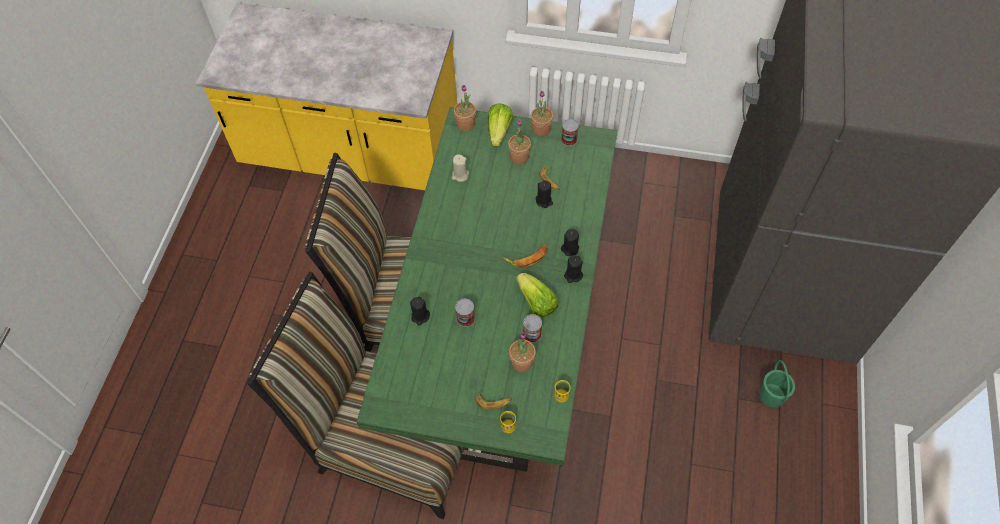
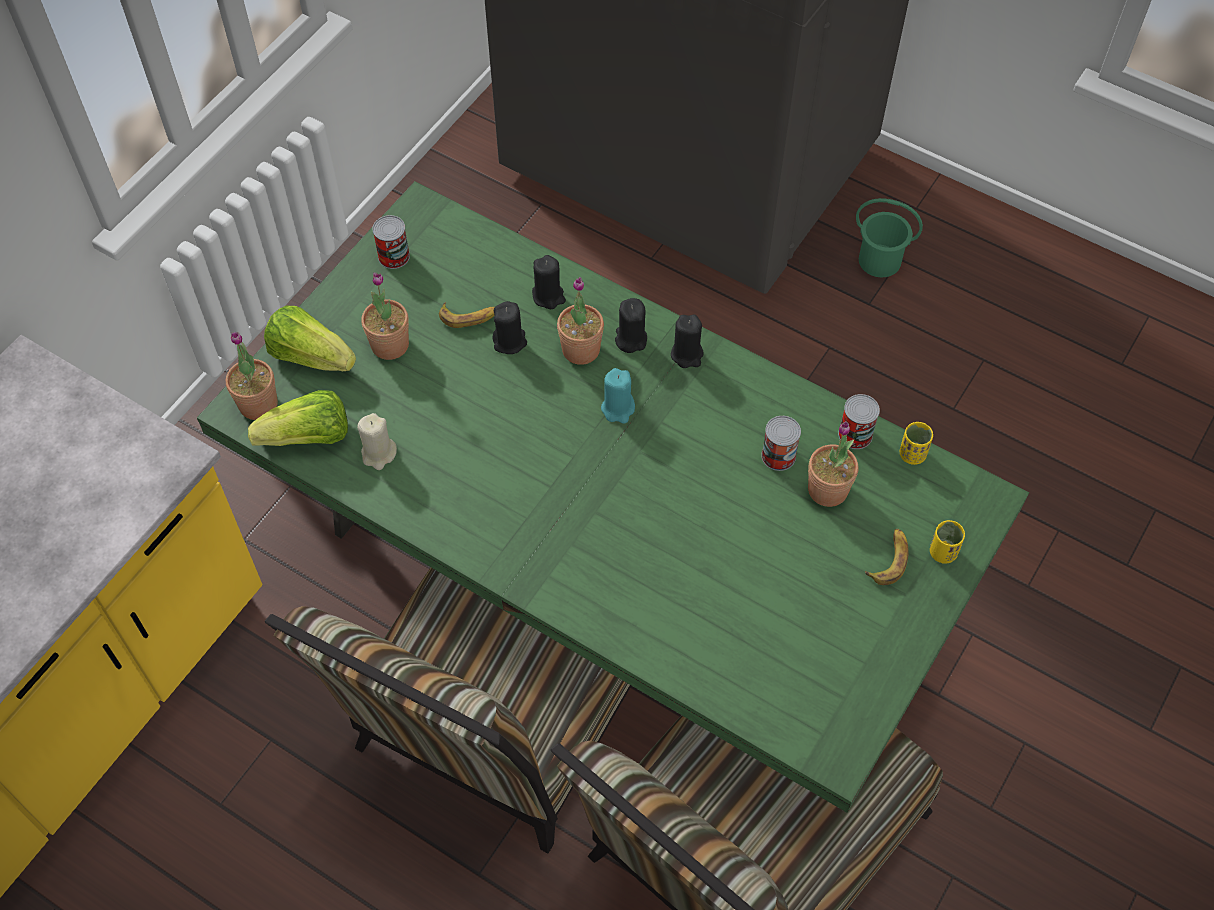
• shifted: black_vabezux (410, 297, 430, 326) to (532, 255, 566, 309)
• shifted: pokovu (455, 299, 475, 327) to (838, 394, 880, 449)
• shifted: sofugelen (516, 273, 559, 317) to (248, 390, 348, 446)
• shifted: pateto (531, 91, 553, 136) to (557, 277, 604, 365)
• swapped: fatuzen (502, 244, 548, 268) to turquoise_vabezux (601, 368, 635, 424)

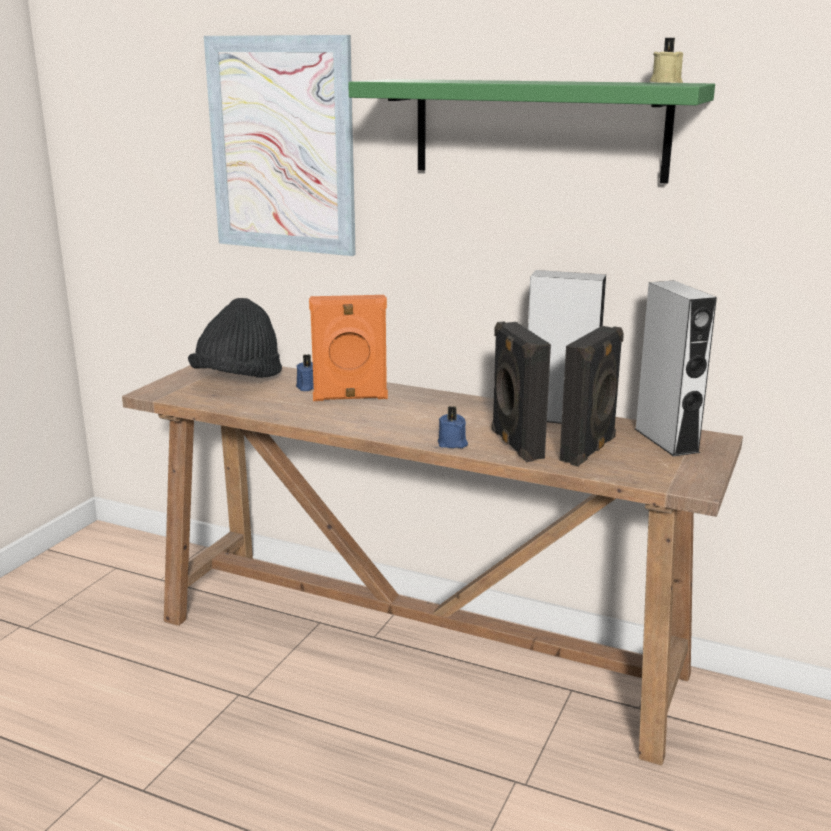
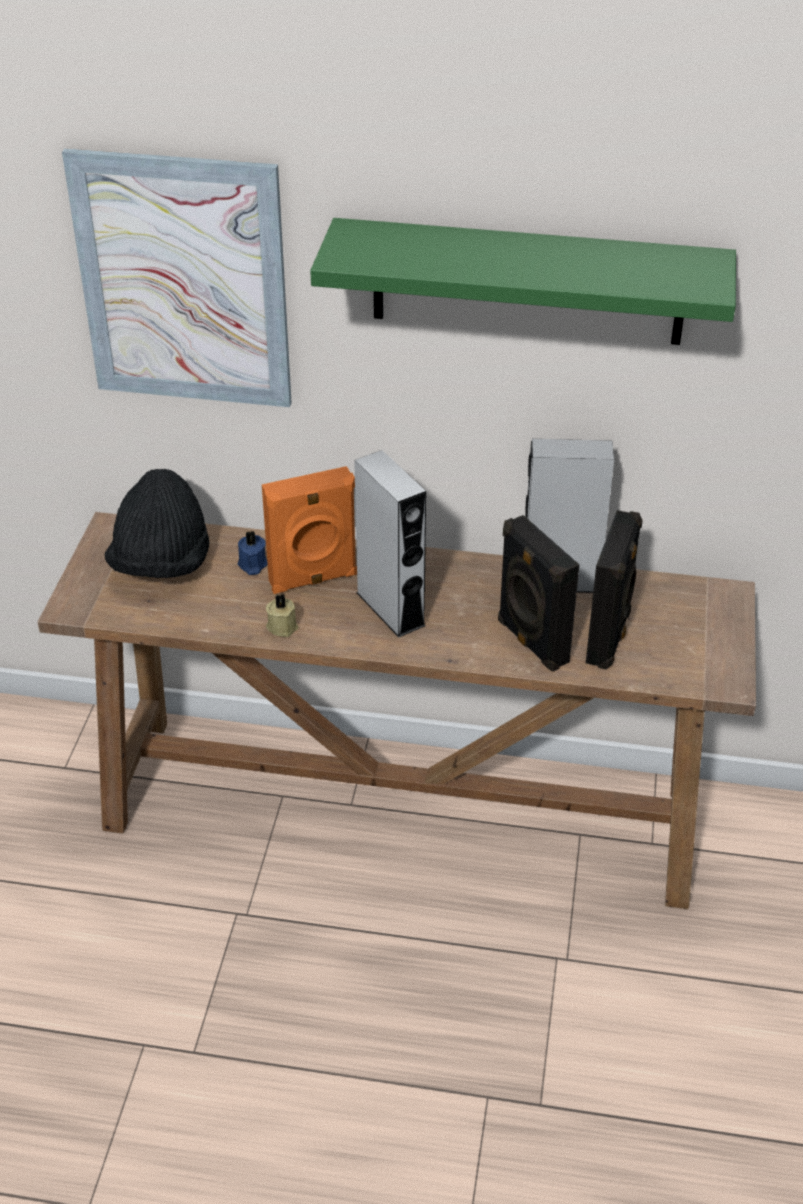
• gone: blue_vabezux (438, 406, 468, 448)
• shifted: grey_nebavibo (635, 280, 717, 457) to (354, 450, 426, 638)
• shifted: beige_vabezux (650, 38, 683, 83) to (266, 594, 298, 637)

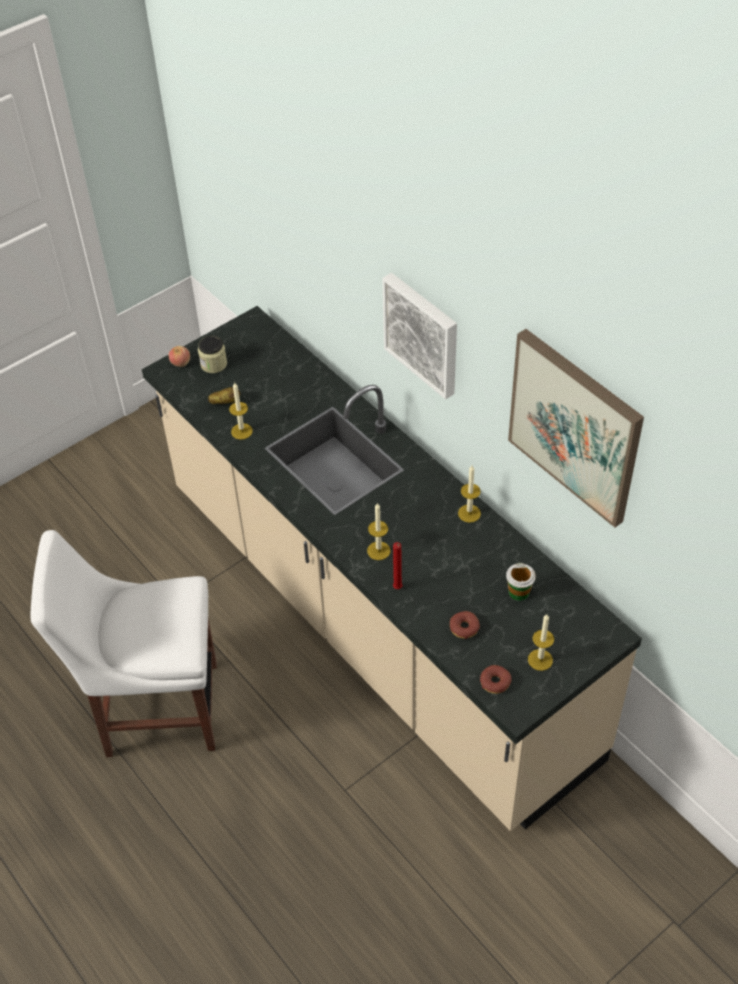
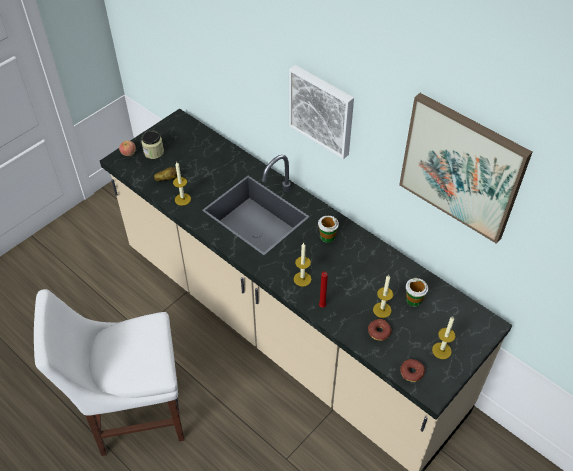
• new: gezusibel (318, 216, 339, 242)
• shifted: vabezux (458, 465, 481, 523) to (373, 275, 393, 318)

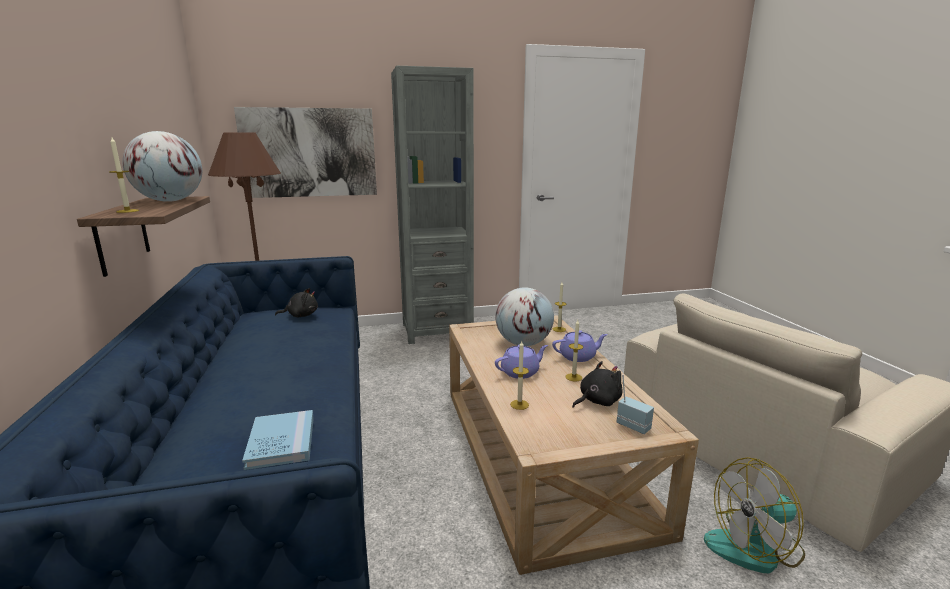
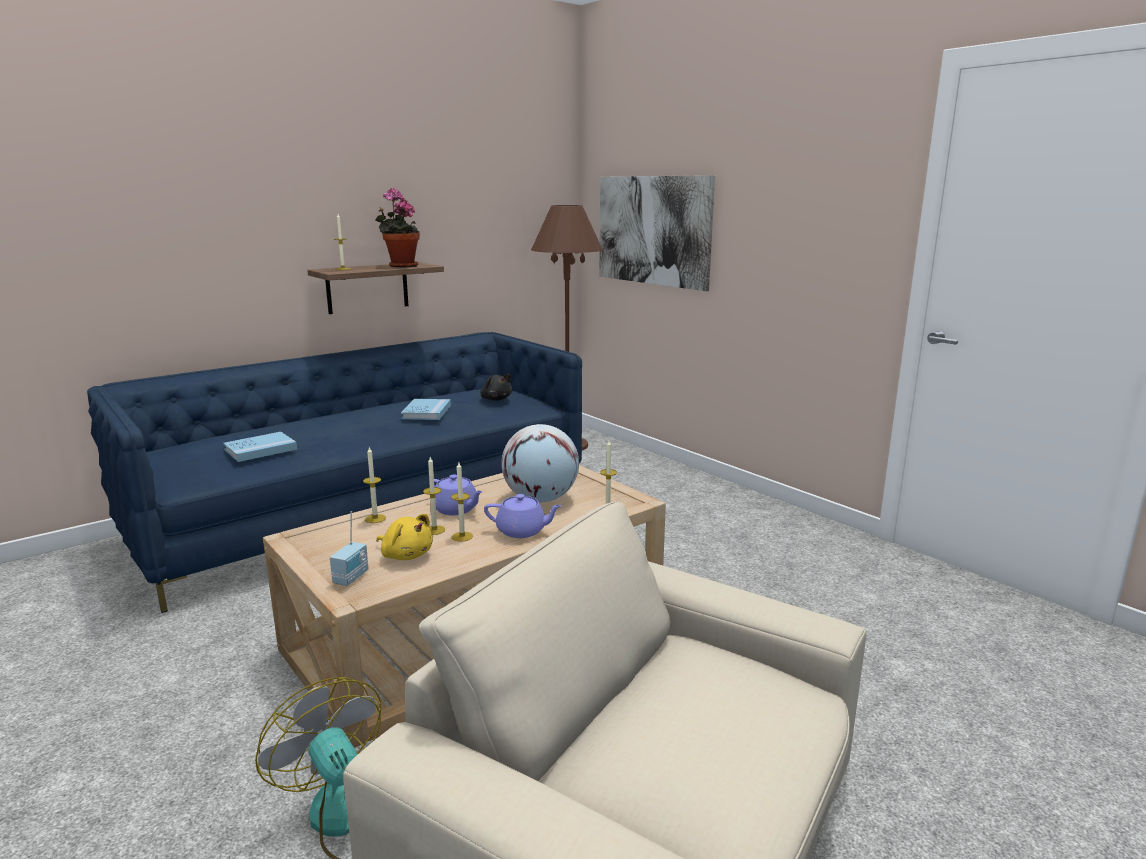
• gone: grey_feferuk (391, 66, 474, 344)
• new: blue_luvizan (401, 399, 451, 420)
• new: vabezux (423, 457, 445, 535)
• swapped: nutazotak (122, 131, 202, 202) to pateto (376, 188, 420, 267)
• repainted: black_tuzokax (572, 361, 622, 408) to yellow_tuzokax (376, 513, 433, 560)
• rotated: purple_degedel (552, 330, 608, 362) = (484, 494, 563, 538) 45 degrees counterclockwise

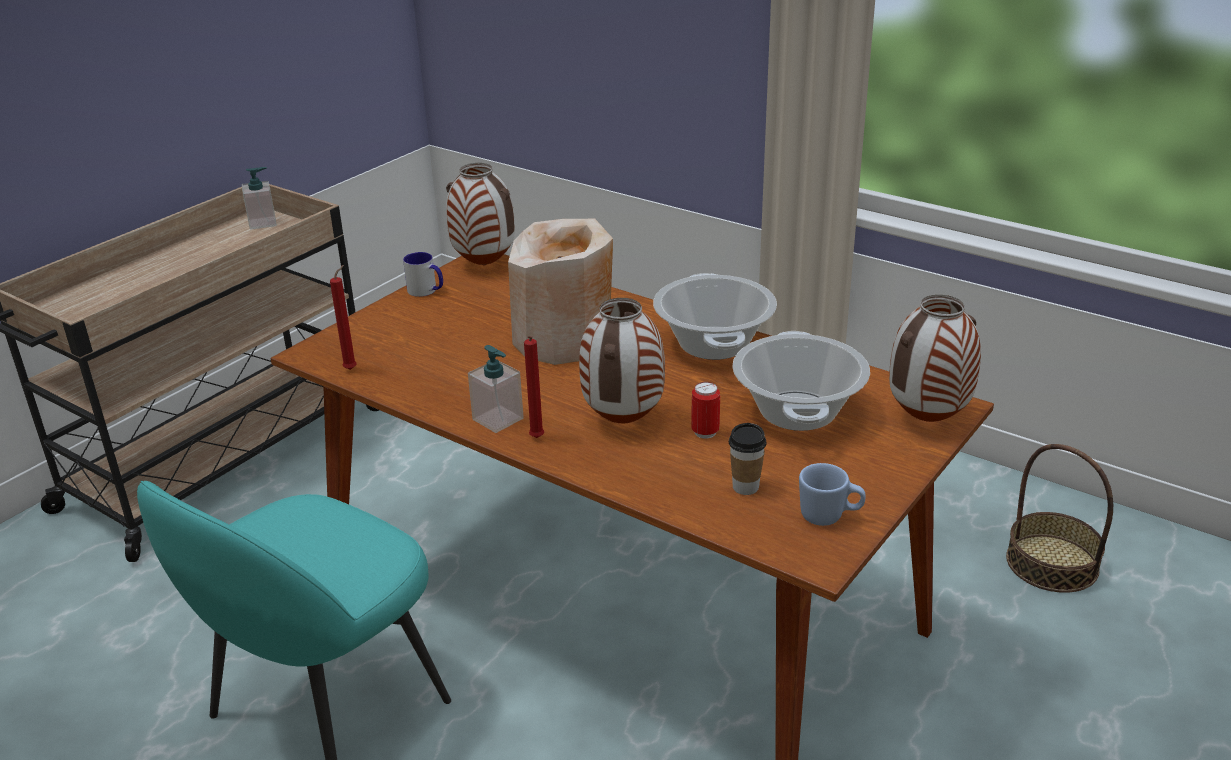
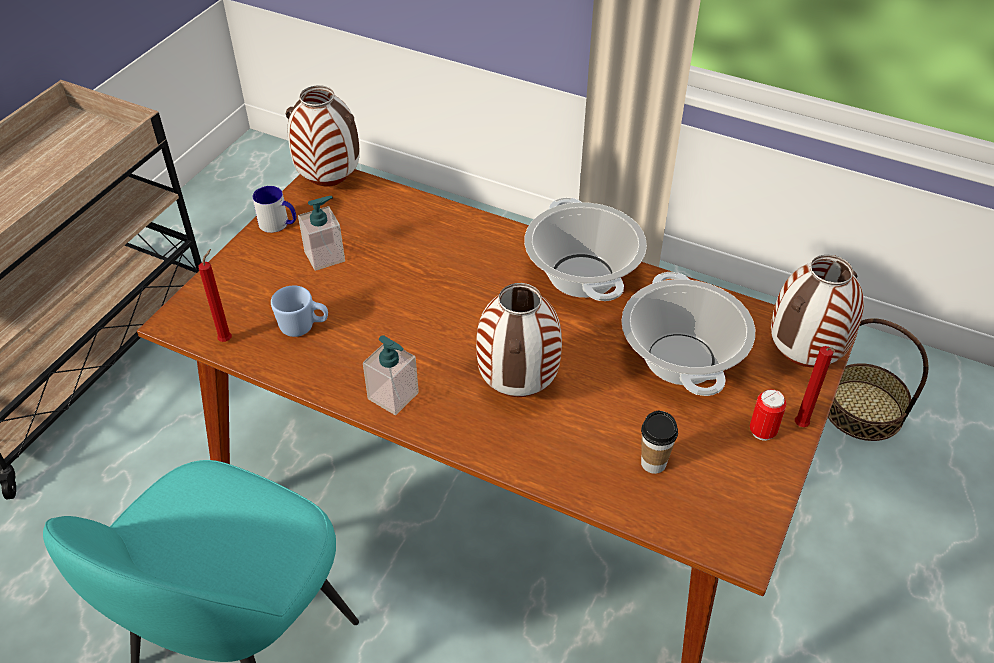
• gone: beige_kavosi (508, 219, 613, 365)
• shifted: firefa (242, 167, 277, 230) to (298, 196, 345, 271)
• shifted: red_vabezux (524, 336, 544, 438) to (795, 346, 835, 427)
• shifted: pokovu (691, 382, 720, 439) to (750, 389, 786, 441)
• shifted: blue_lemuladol (799, 463, 866, 526) to (271, 285, 328, 337)

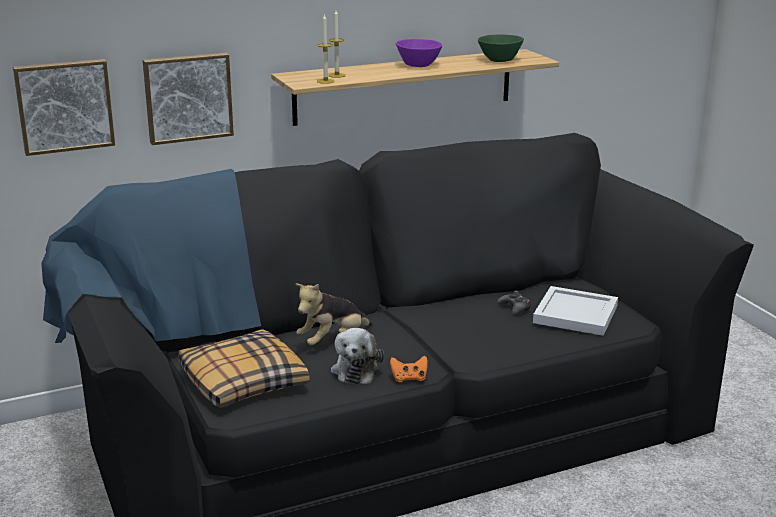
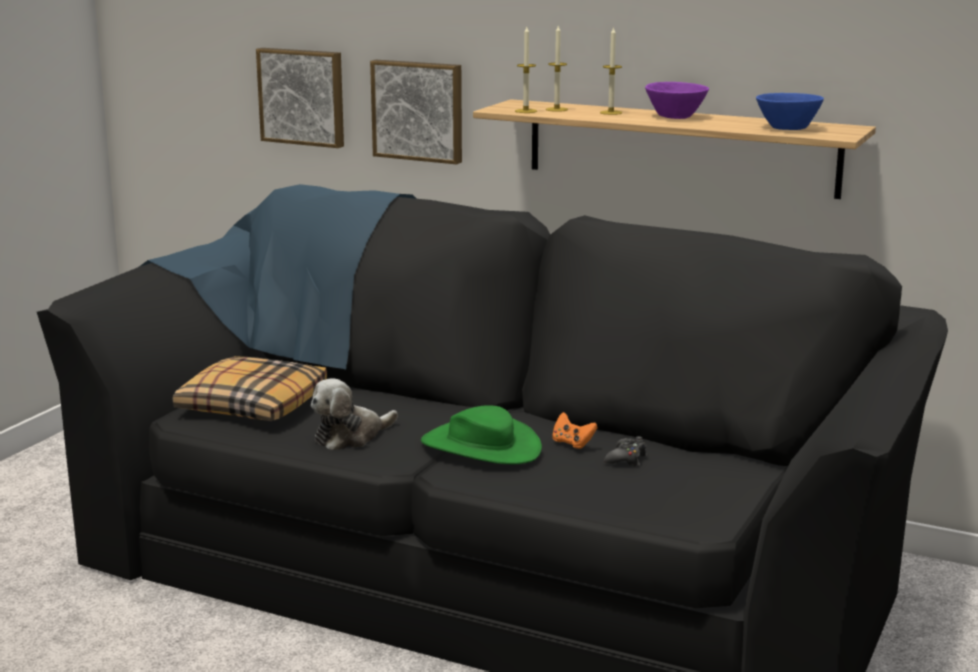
• gone: tuzokax (296, 284, 372, 345)
• gone: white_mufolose (533, 286, 618, 336)
• new: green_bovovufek (421, 405, 542, 464)
• new: vabezux (600, 26, 622, 115)
• shifted: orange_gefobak (390, 356, 428, 382) to (552, 412, 597, 449)
• repainted: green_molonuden (478, 35, 524, 62) to blue_molonuden (756, 93, 824, 130)

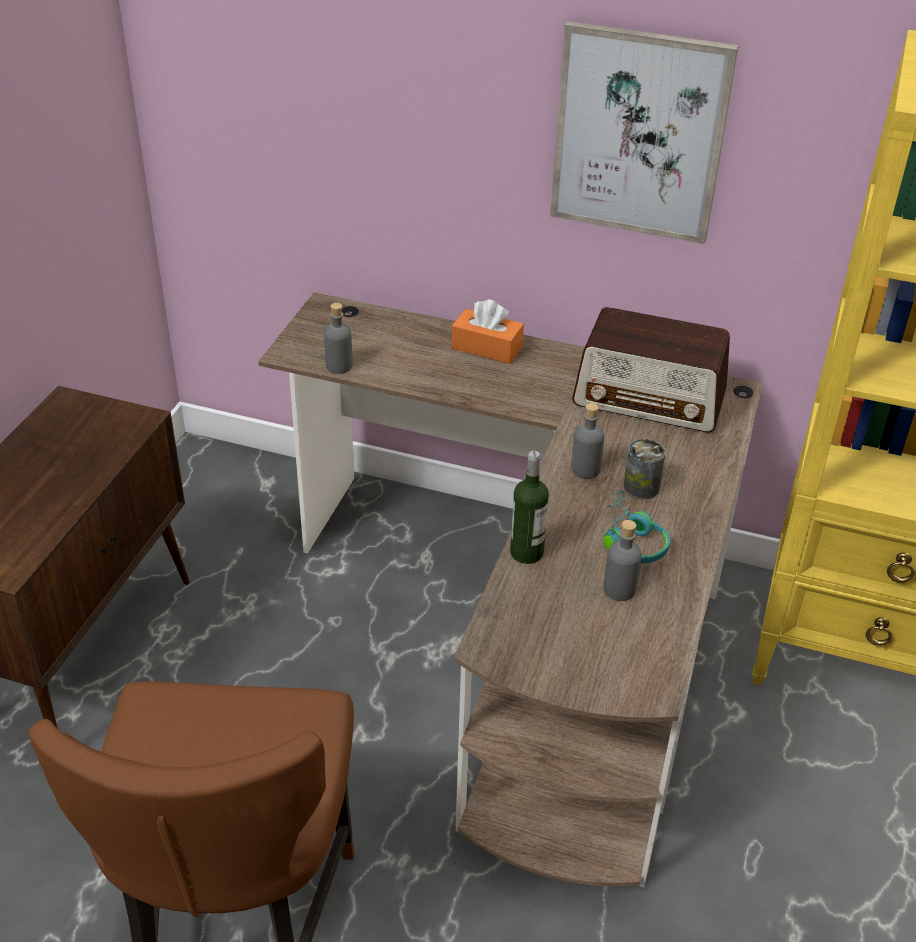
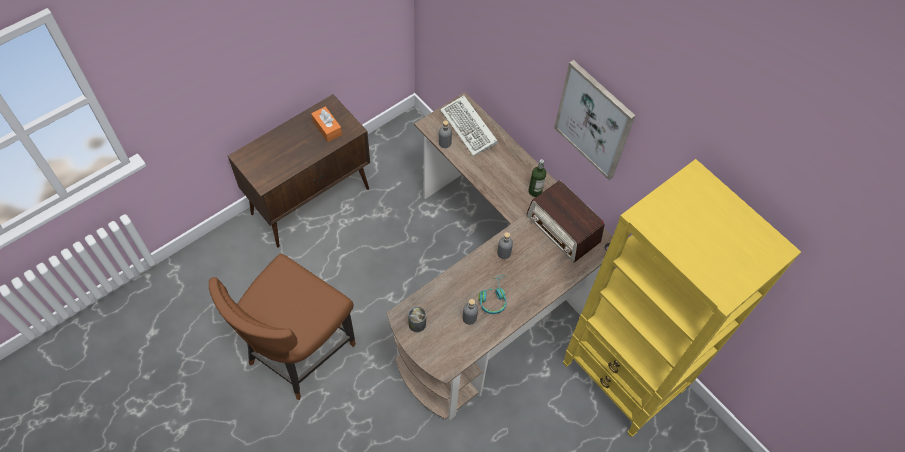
• new: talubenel (440, 95, 498, 156)
• shifted: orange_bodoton (451, 299, 524, 364) to (311, 106, 342, 142)
• shifted: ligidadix (510, 451, 549, 564) to (528, 159, 546, 197)
• shifted: pokovu (624, 439, 666, 499) to (408, 307, 426, 332)

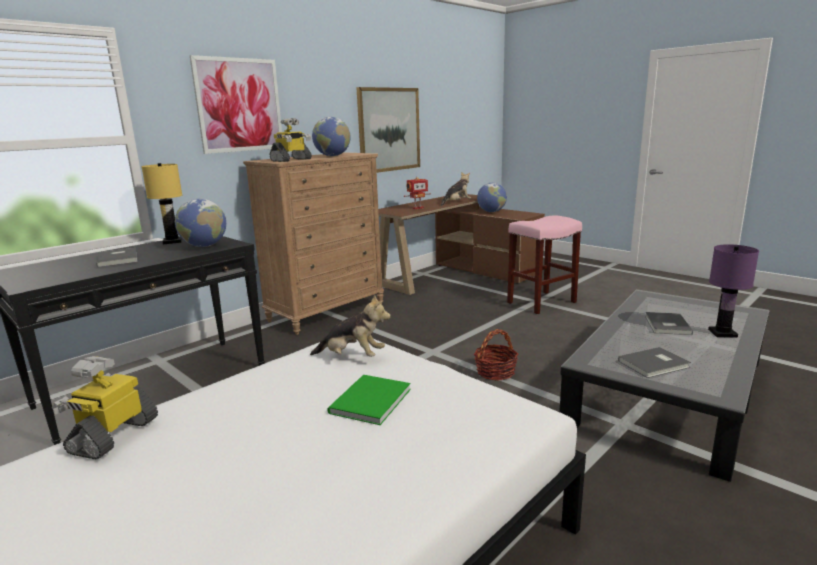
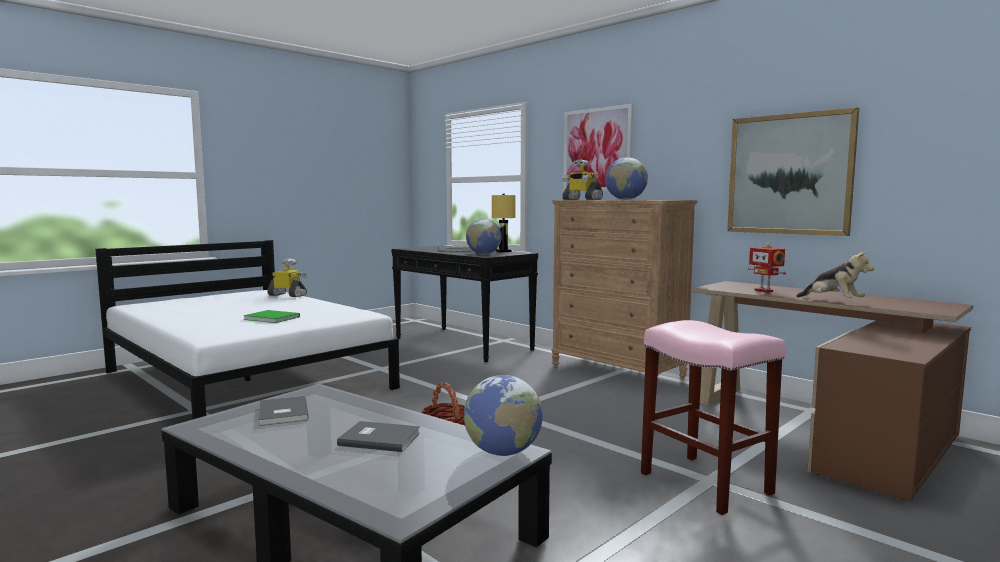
• gone: tuzokax (310, 294, 391, 357)
• gone: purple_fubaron (708, 244, 759, 337)
• shifted: nutazotak (477, 183, 507, 212) to (464, 375, 543, 456)

